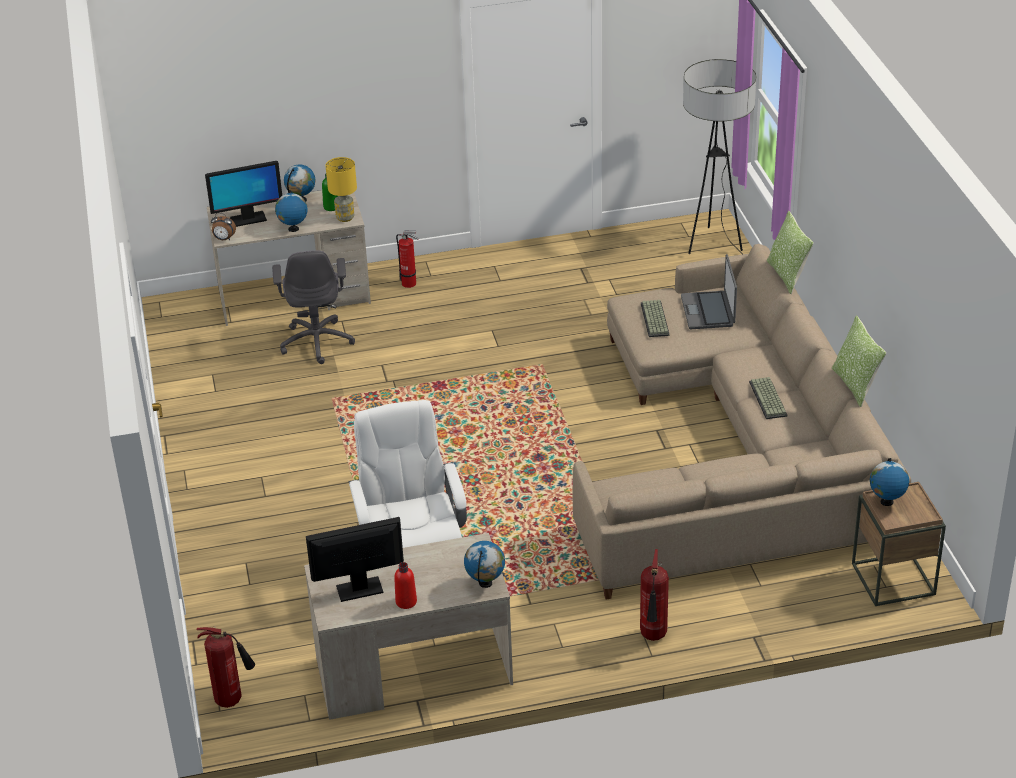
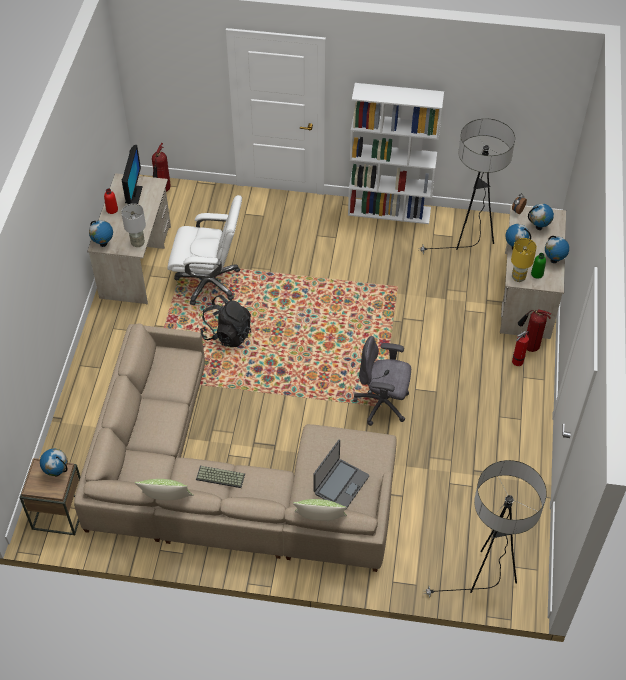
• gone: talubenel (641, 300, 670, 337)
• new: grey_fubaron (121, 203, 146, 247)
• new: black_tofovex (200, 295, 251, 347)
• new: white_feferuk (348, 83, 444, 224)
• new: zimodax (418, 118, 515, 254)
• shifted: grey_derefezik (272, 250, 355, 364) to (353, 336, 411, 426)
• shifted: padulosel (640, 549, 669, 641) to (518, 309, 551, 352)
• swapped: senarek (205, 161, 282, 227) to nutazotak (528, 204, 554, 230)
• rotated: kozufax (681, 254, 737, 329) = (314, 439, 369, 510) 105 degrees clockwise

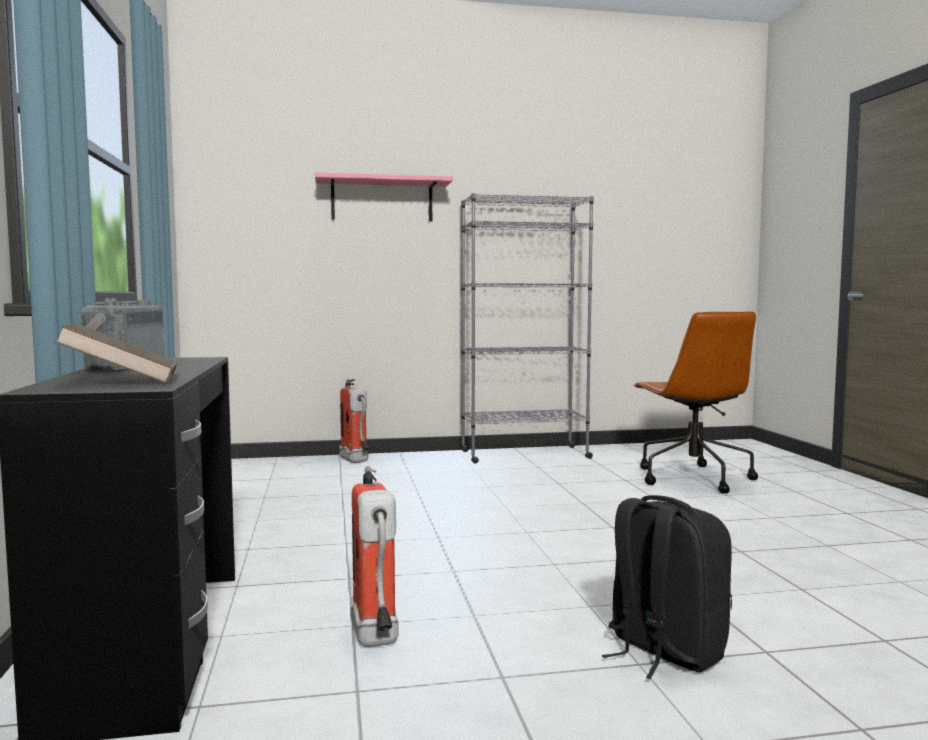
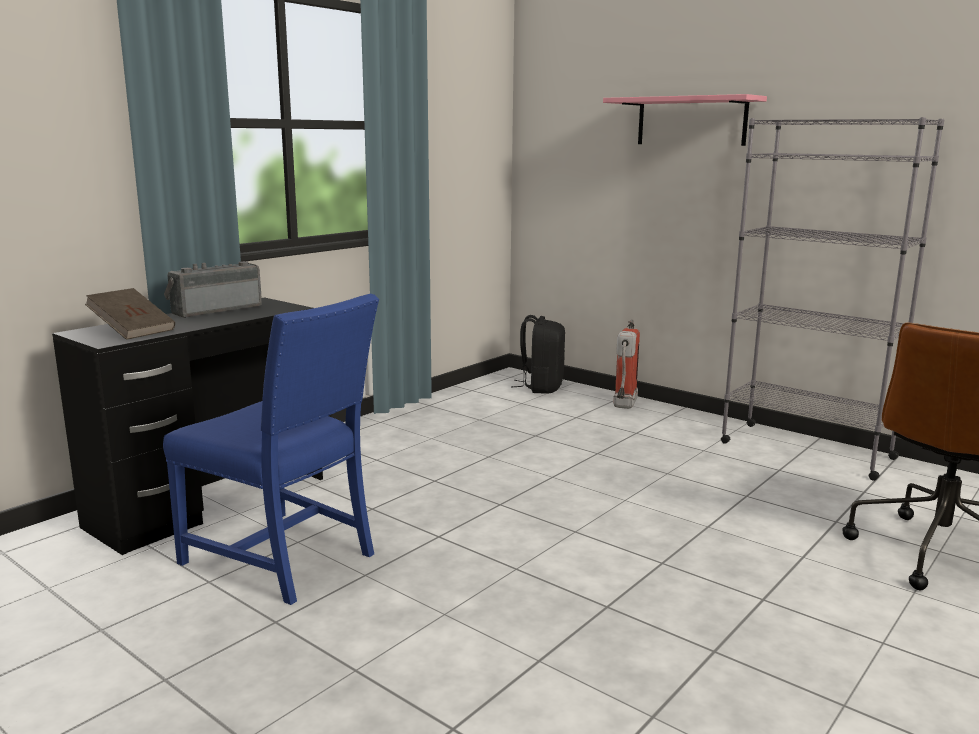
• shifted: black_tofovex (602, 495, 732, 679) to (511, 315, 565, 394)
• swapped: padulosel (350, 466, 399, 647) to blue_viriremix (163, 294, 379, 605)

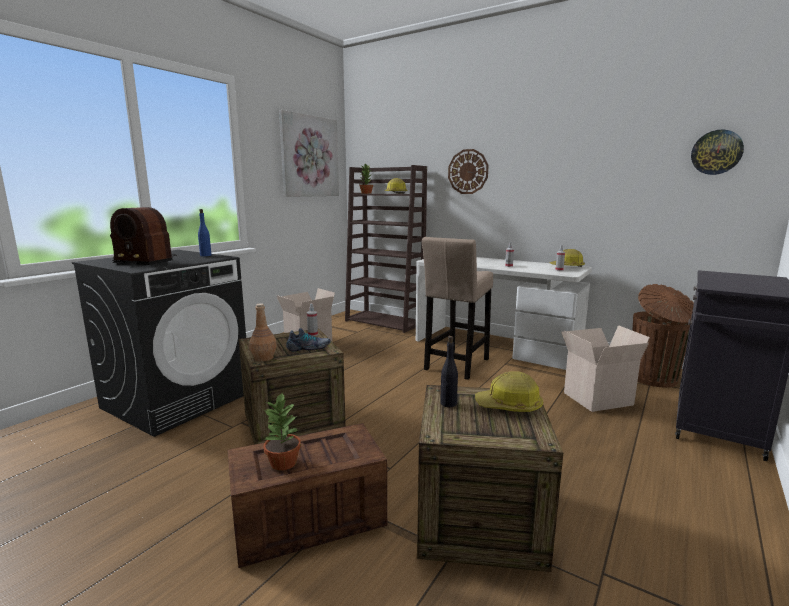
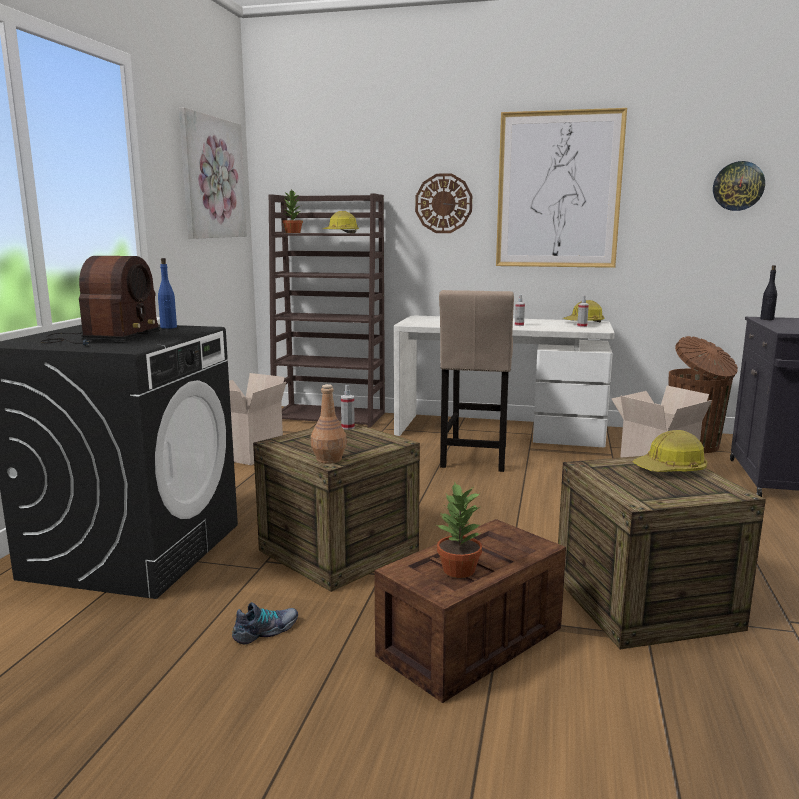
• new: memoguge (496, 108, 627, 268)
• shifted: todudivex (286, 328, 331, 351) to (232, 602, 298, 645)
• shifted: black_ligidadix (440, 336, 458, 407) to (760, 265, 777, 320)
• rotated: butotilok (110, 207, 177, 265) = (40, 256, 160, 346) 75 degrees counterclockwise

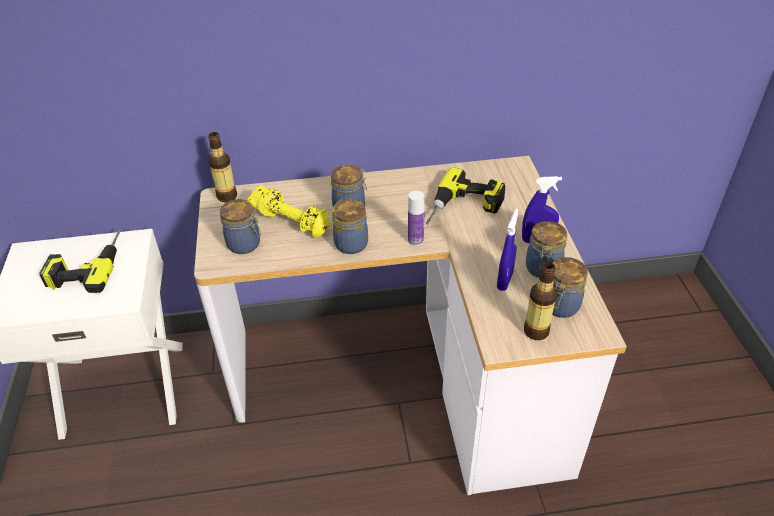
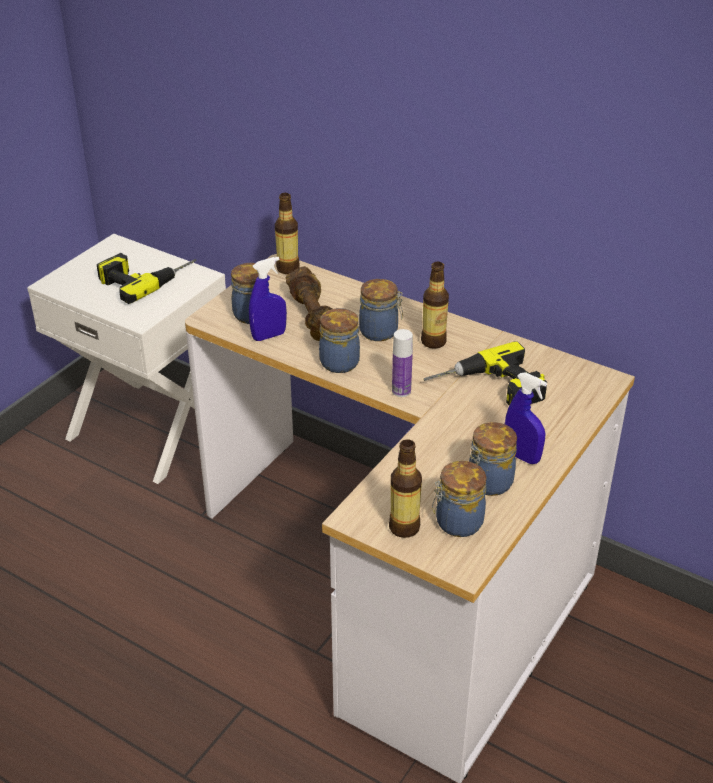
• new: ligidadix (421, 262, 449, 349)
• shifted: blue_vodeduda (497, 209, 519, 291) to (249, 257, 287, 341)
• repainted: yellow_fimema (247, 185, 329, 237) to brown_fimema (286, 266, 332, 341)

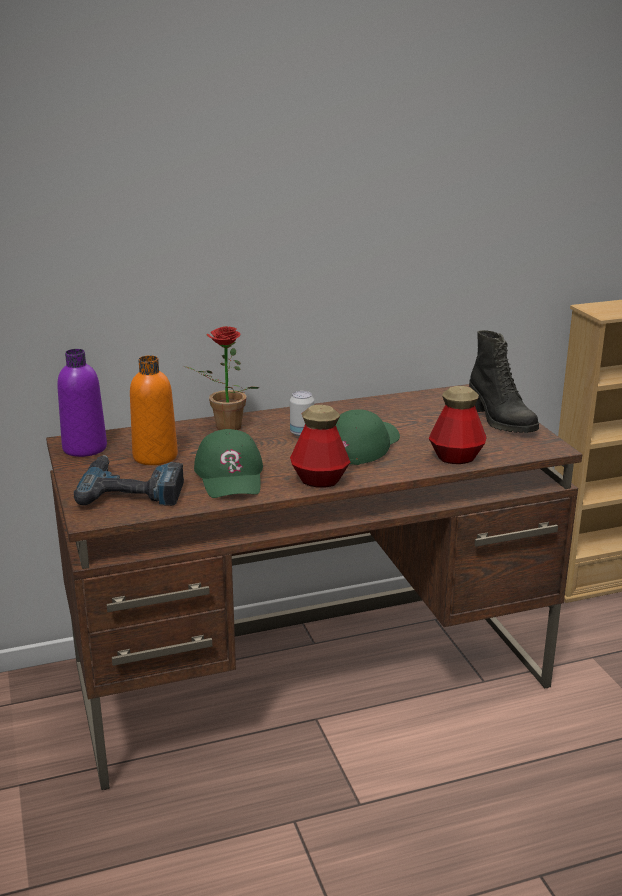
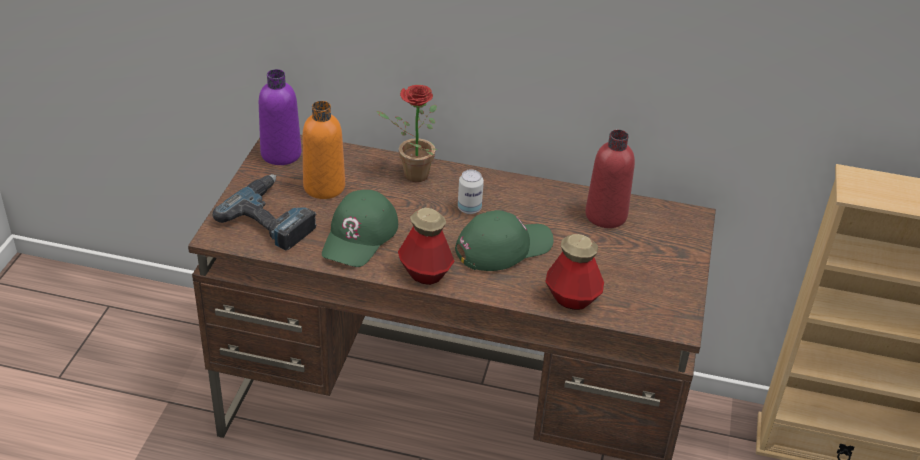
• gone: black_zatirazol (469, 330, 539, 433)
• new: red_ligidadix (585, 130, 635, 228)

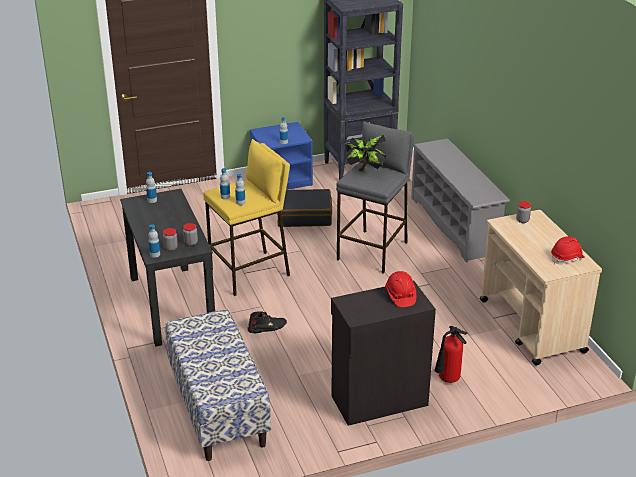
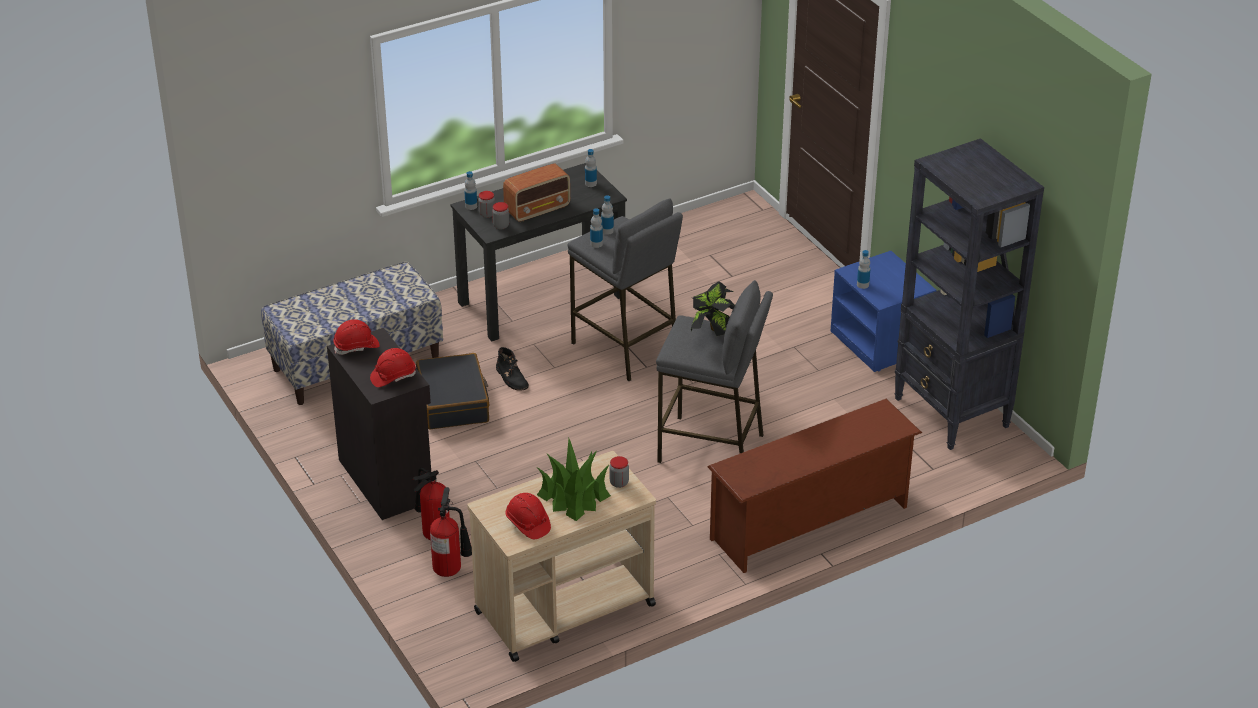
• new: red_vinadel (333, 319, 380, 355)
• new: padulosel (430, 487, 472, 577)
• new: butotilok (503, 163, 570, 222)
• new: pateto (537, 439, 611, 521)
• shifted: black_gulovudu (277, 189, 332, 227) to (416, 353, 489, 429)
• repainted: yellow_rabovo (203, 139, 290, 296) to grey_rabovo (568, 199, 683, 381)
• repainted: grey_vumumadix (411, 139, 510, 262) to brown_vumumadix (707, 399, 922, 573)

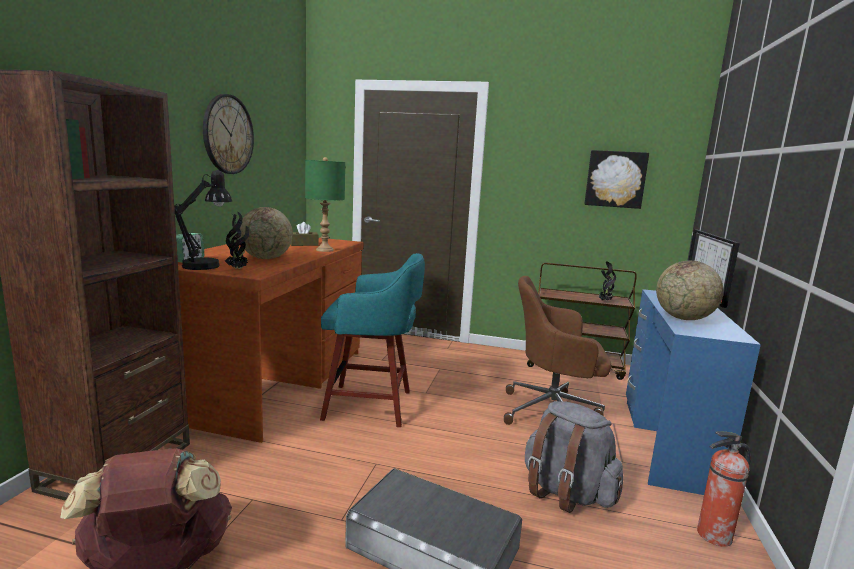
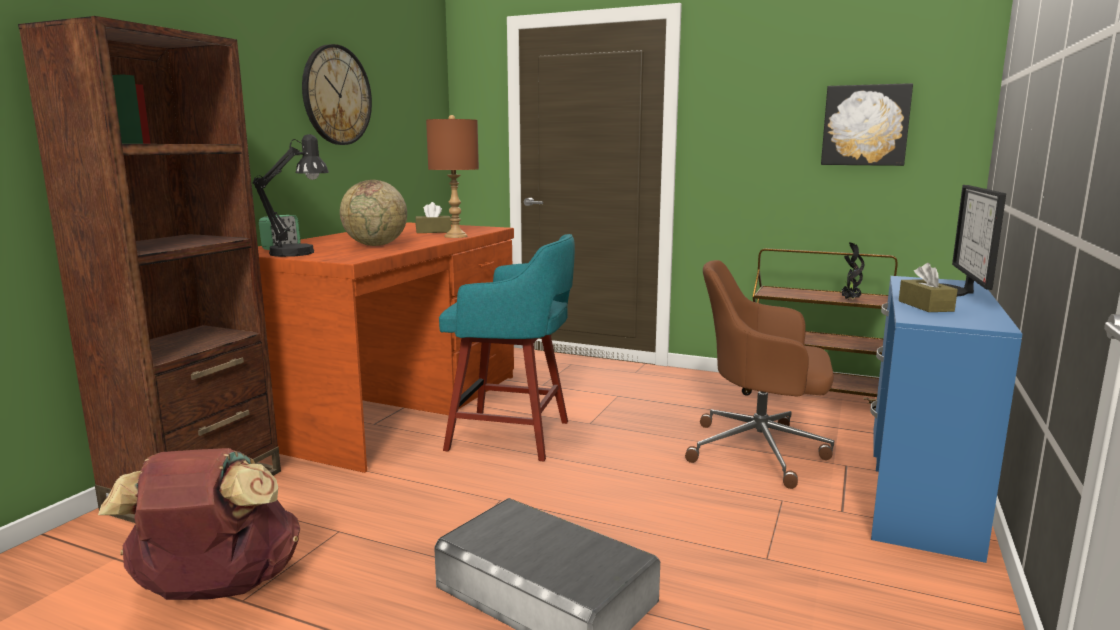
• gone: pateto (225, 212, 249, 269)
• gone: grey_tofovex (525, 401, 623, 513)
• gone: padulosel (697, 432, 751, 547)
• swapped: nutazotak (656, 261, 724, 320) to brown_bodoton (899, 263, 958, 312)
• repainted: green_fubaron (305, 157, 345, 252) to brown_fubaron (426, 115, 479, 238)

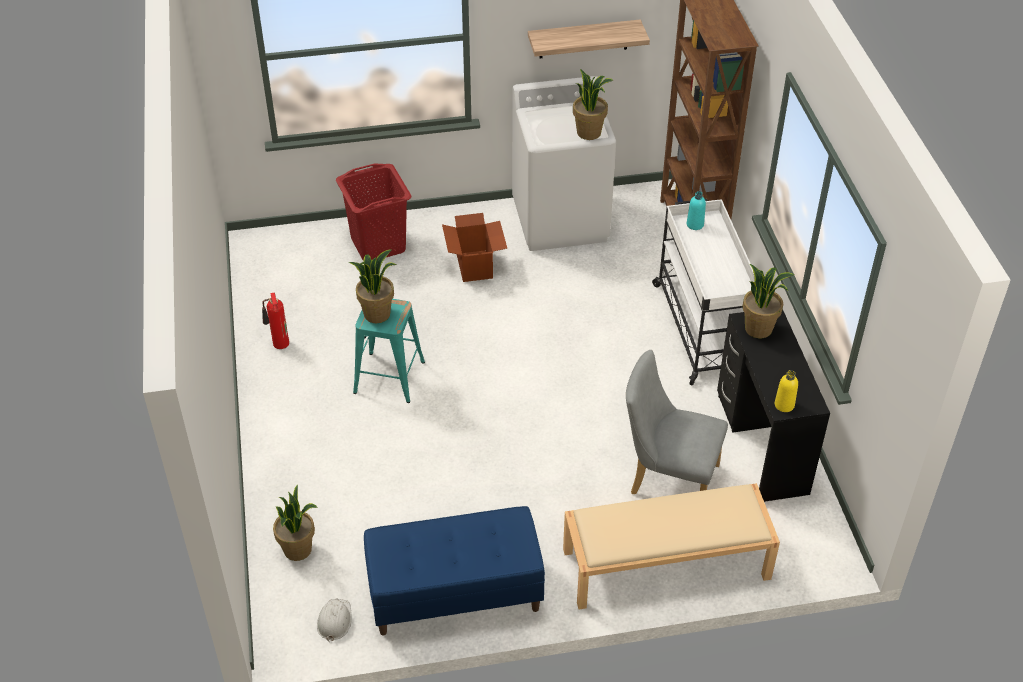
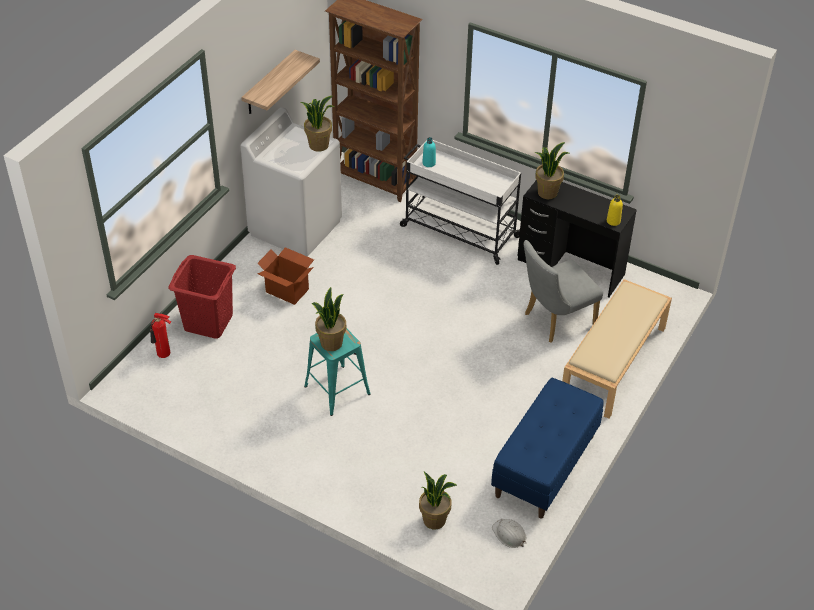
• shifted: padulosel (262, 293, 289, 349) to (150, 313, 171, 358)

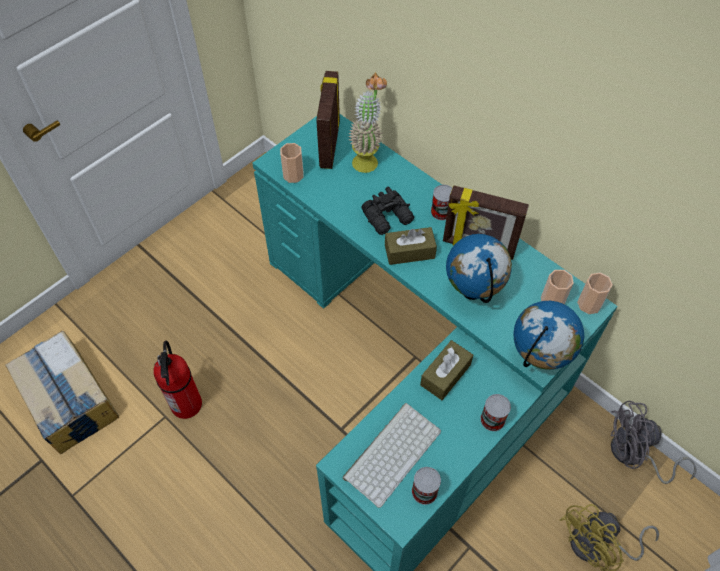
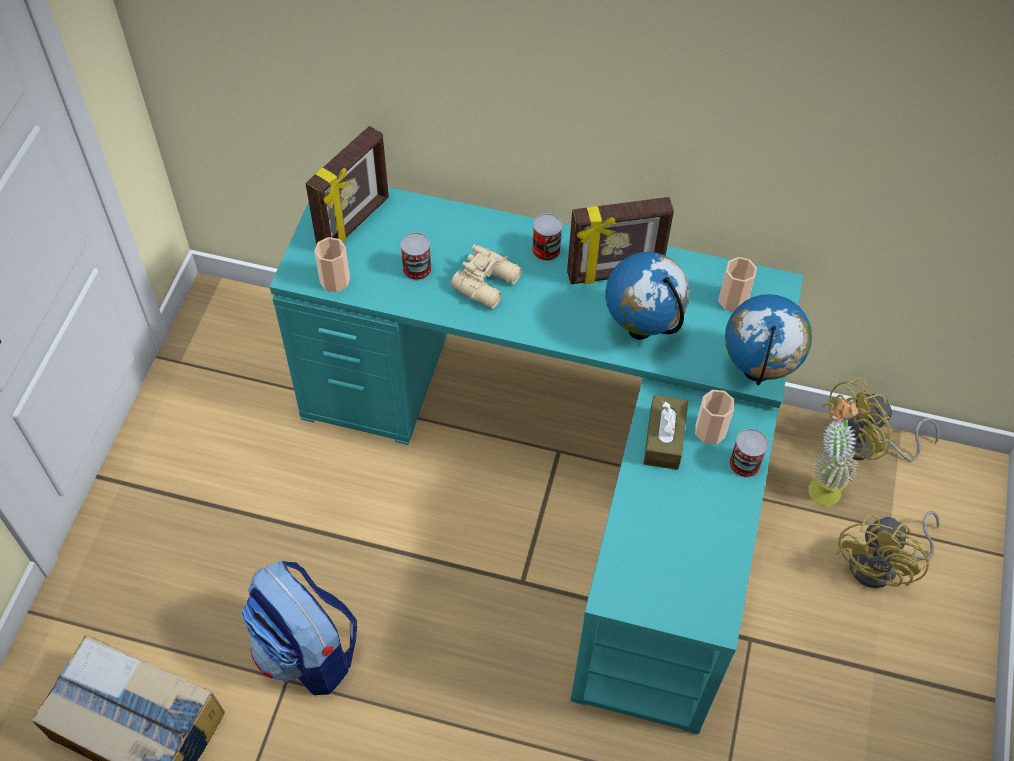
• gone: talubenel (342, 403, 441, 508)
• gone: brown_bodoton (385, 227, 437, 265)
• shifted: pateto (348, 72, 387, 173) to (808, 399, 860, 506)
• shifted: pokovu (412, 467, 441, 505) to (401, 232, 432, 280)
• shifted: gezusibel (577, 273, 613, 314) to (695, 390, 734, 444)
• swapped: padulosel (153, 341, 202, 419) to tofovex (241, 561, 357, 695)
• repainted: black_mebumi (362, 186, 414, 235) to beige_mebumi (451, 244, 522, 309)
• repainted: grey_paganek (610, 401, 697, 484) to yellow_paganek (821, 378, 940, 461)
• rotated: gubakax (316, 71, 340, 169) = (305, 126, 389, 245) 120 degrees counterclockwise

